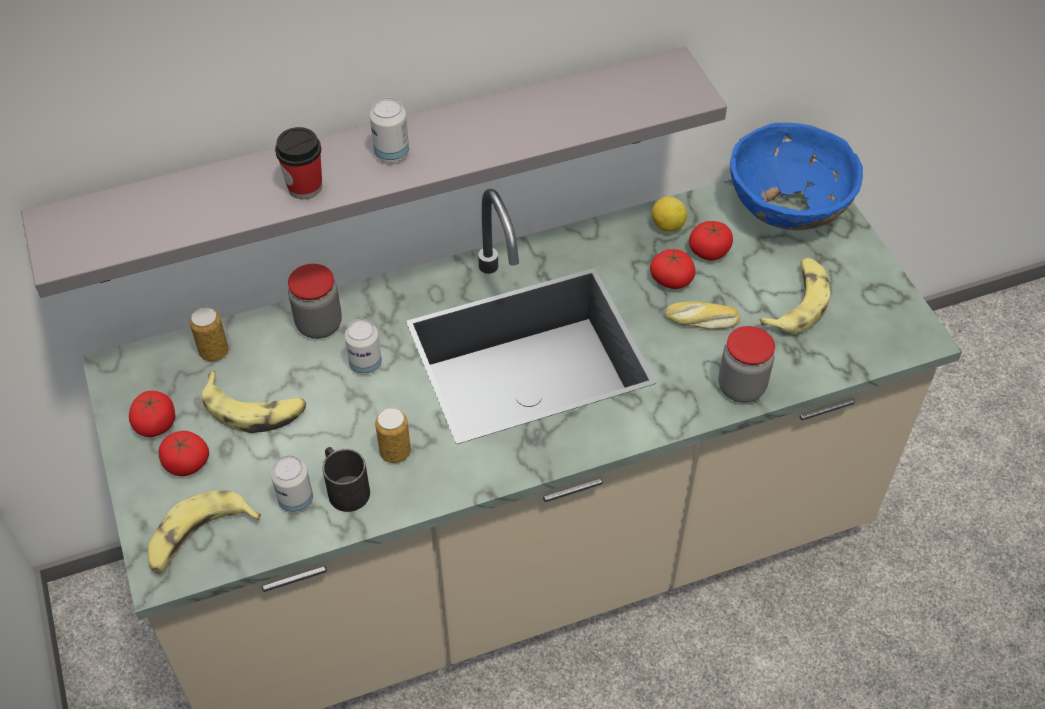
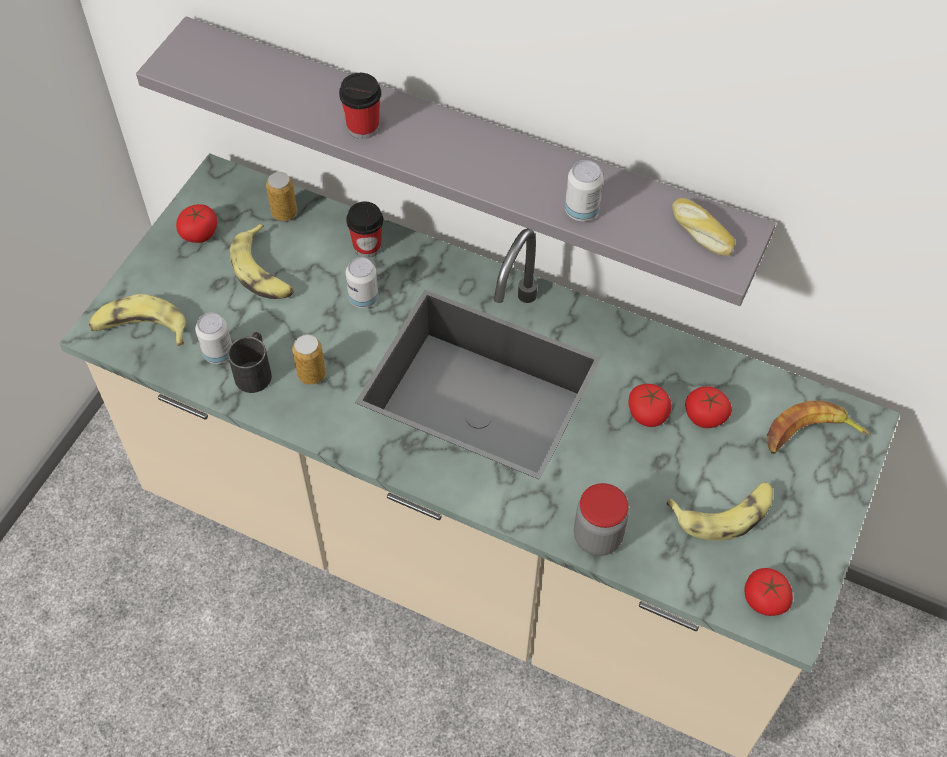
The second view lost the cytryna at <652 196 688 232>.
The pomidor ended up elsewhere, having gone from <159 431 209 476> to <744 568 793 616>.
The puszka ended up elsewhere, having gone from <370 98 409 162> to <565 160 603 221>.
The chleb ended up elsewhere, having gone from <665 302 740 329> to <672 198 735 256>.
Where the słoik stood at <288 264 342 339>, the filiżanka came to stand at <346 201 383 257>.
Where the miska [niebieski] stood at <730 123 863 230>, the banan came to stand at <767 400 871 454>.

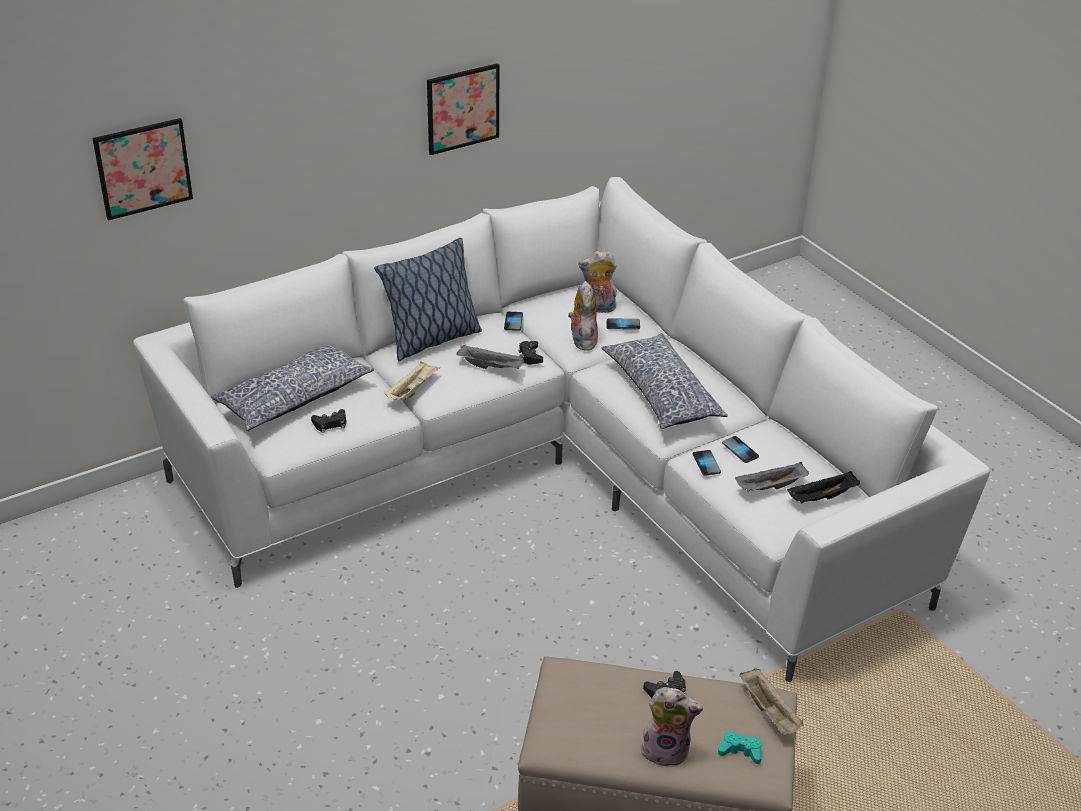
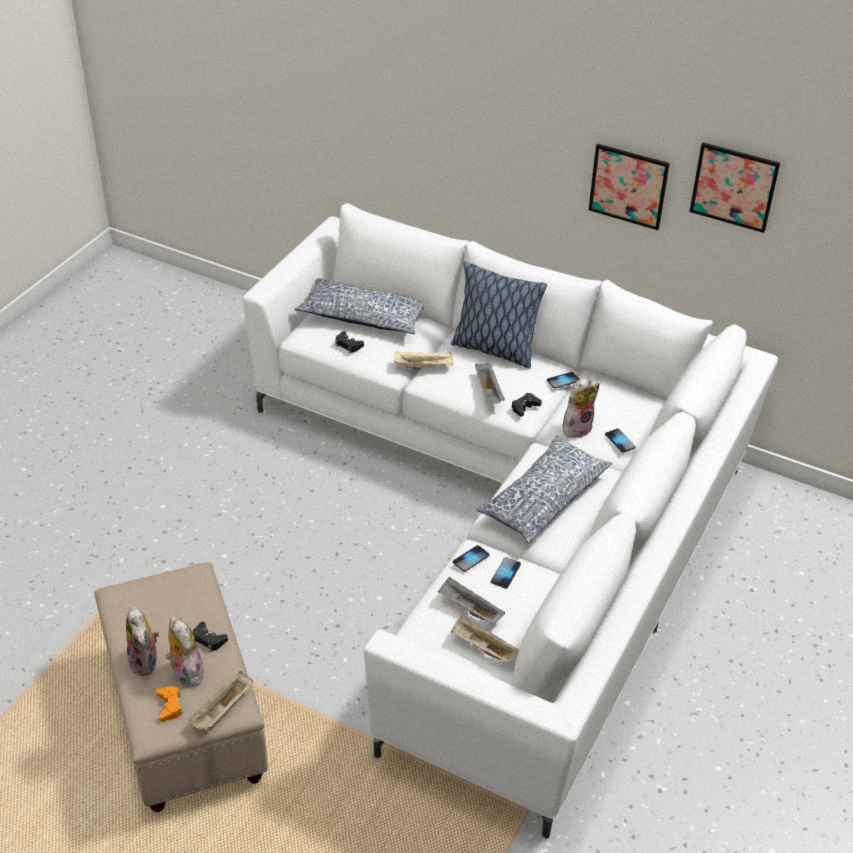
The obraz ended up elsewhere, having gone from <93 118 193 221> to <689 143 780 233>.
The pluszak ended up elsewhere, having gone from <578 251 617 315> to <166 616 204 687>.
What was the pad do gier [turkusowy] at <718 731 762 764> turned into the pad do gier [pomarańczowy] at <156 686 183 721>.
What was the taca [czarny] at <787 471 860 504> turned into the taca [beżowy] at <451 615 519 663>.

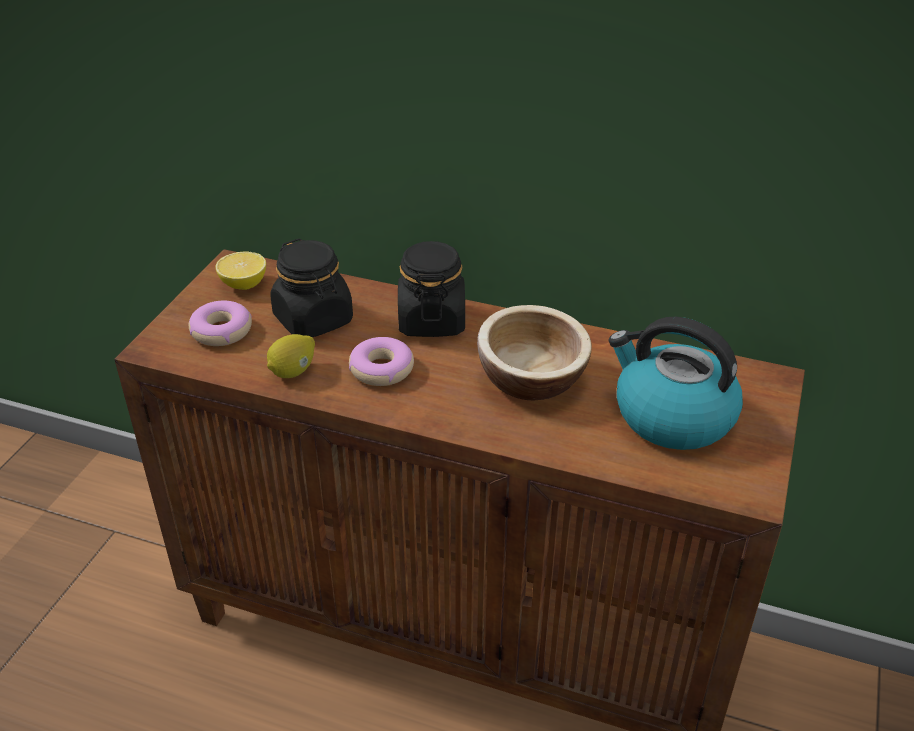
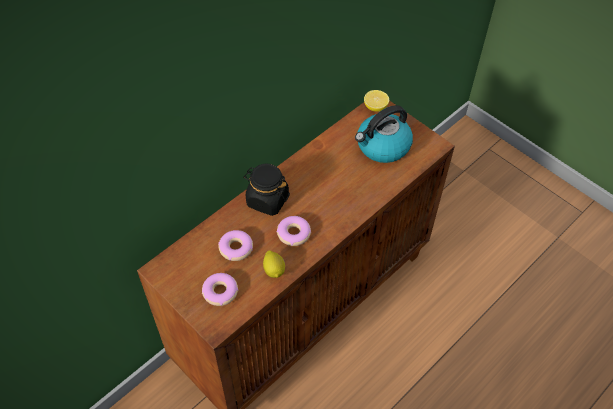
The second view lost the miska at <477 305 592 400>.
The cytryna ended up elsewhere, having gone from <216 251 266 290> to <364 90 389 112>.
Where the słoik [czarny] stood at <270 239 353 337>, the donut came to stand at <218 230 253 261>.

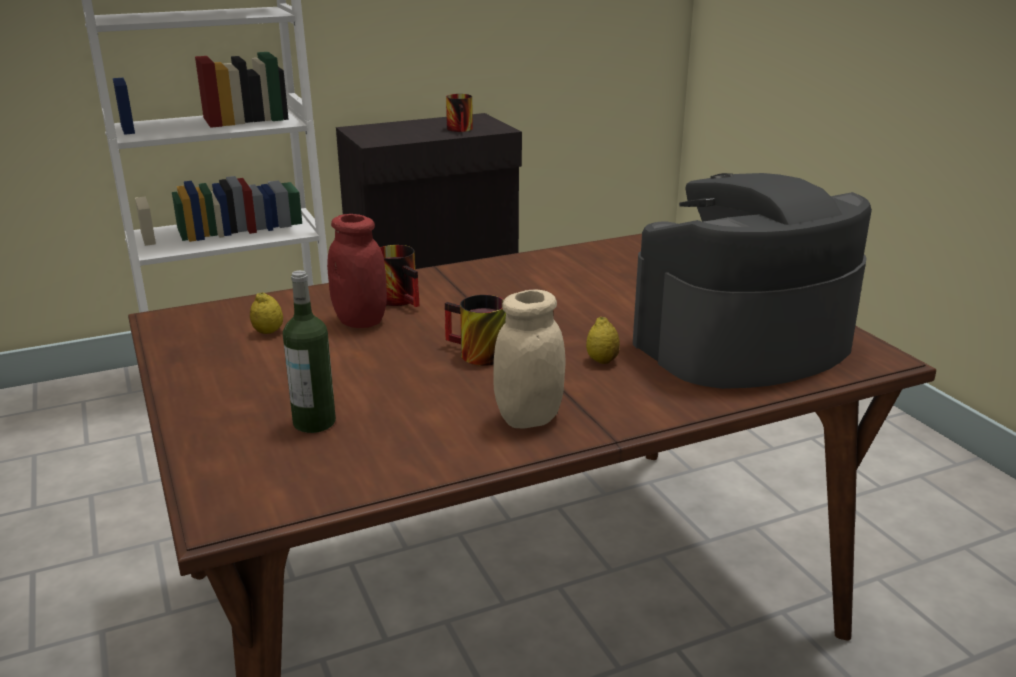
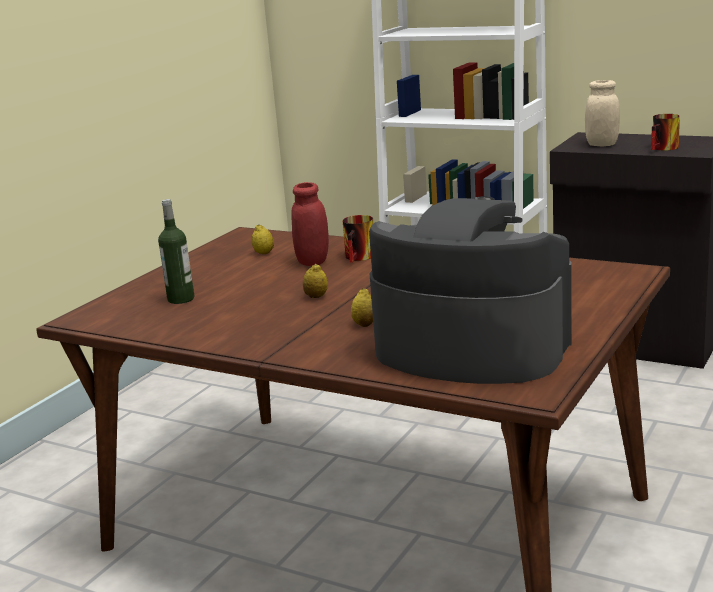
The słoik [beżowy] ended up elsewhere, having gone from <493 290 566 429> to <585 80 620 146>.
Where the kubek stood at <445 295 506 366>, the cytryna came to stand at <303 264 328 298>.

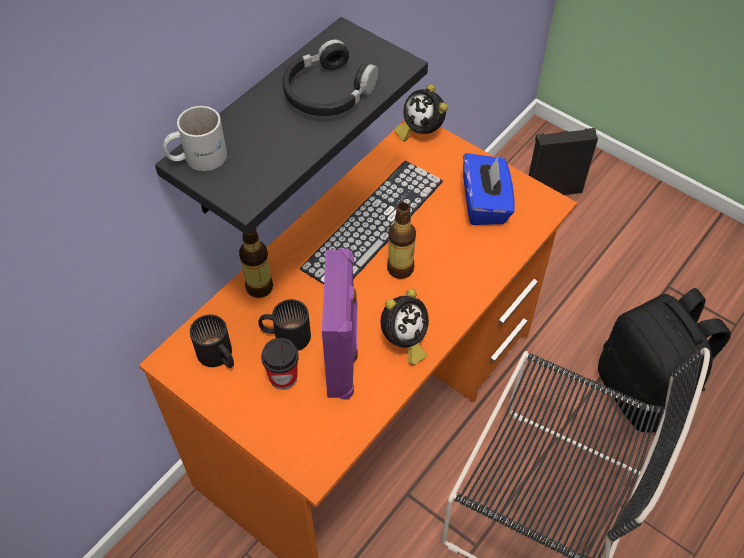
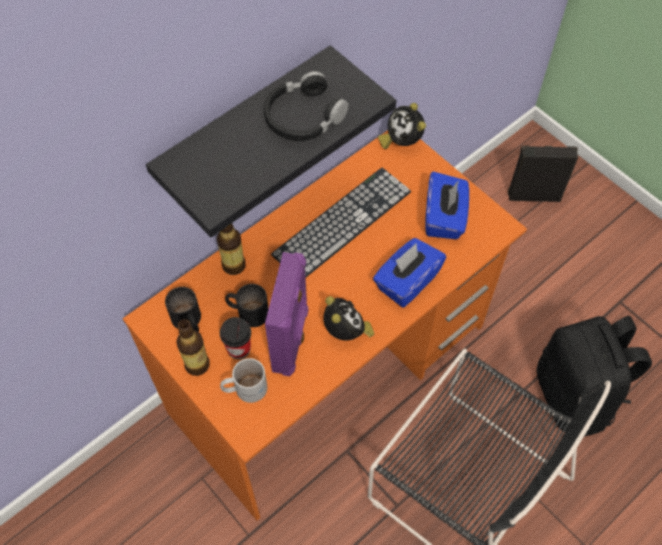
The second view gained the pudełko chusteczek [niebieski] at <373 238 446 308>.
The kubek [biały] ended up elsewhere, having gone from <163 106 227 171> to <220 358 267 403>.
The butelka ended up elsewhere, having gone from <387 202 416 279> to <176 319 210 376>.
The budzik at <381 289 429 365> ended up facing another way, 75 degrees counterclockwise from before.

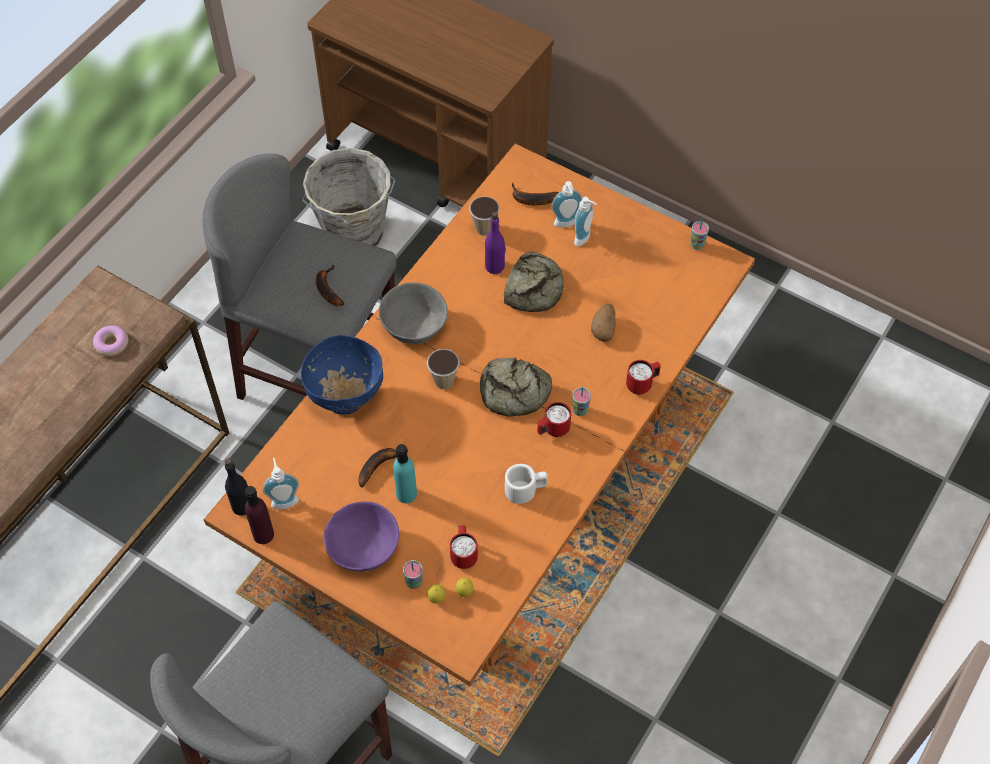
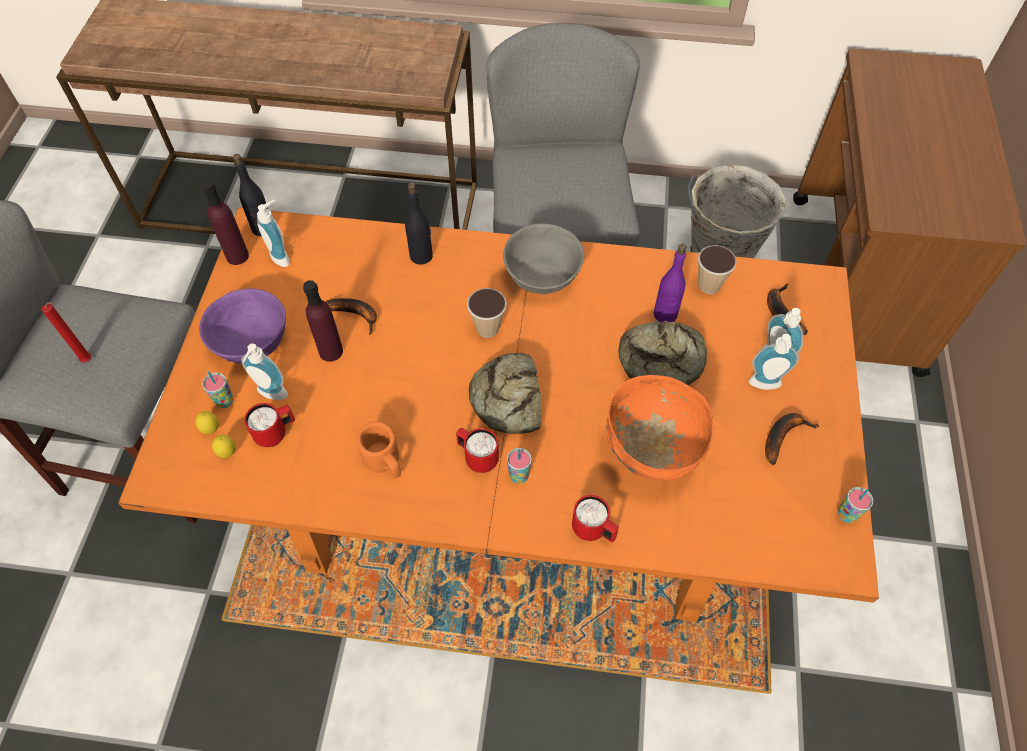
The second view lost the donut at <93 325 128 356>.
The second view gained the świeca [czerwony] at <41 302 91 362>.
The second view gained the dozownik mydła at <241 343 288 400>.
The banan ended up elsewhere, having gone from <316 265 344 306> to <765 413 819 465>.
Where the miska [niebieski] stood at <300 335 383 415>, the butelka [czarny] came to stand at <405 183 433 265>.
Where the ziemniak stood at <591 304 616 342>, the miska [pomarańczowy] came to stand at <606 375 714 481>.
What was the butelka [turkusowy] at <393 444 417 503> turned into the butelka [fioletowy] at <303 280 343 362>.
What was the kubek [biały] at <505 464 548 504> turned into the kubek [pomarańczowy] at <356 422 401 478>.

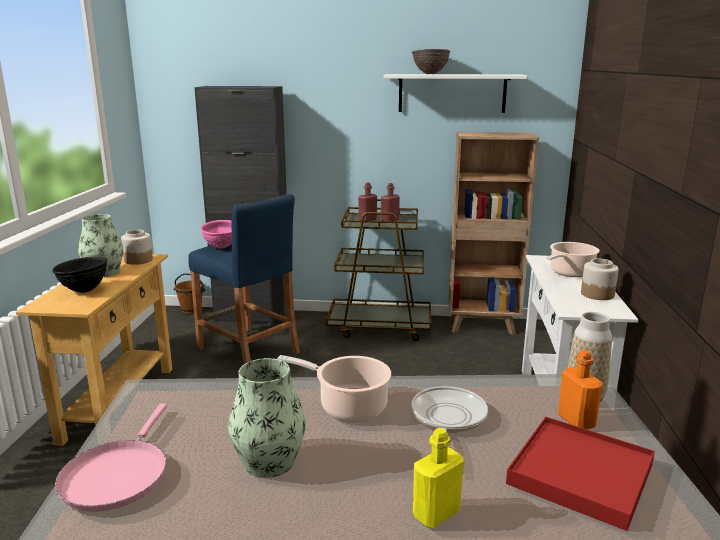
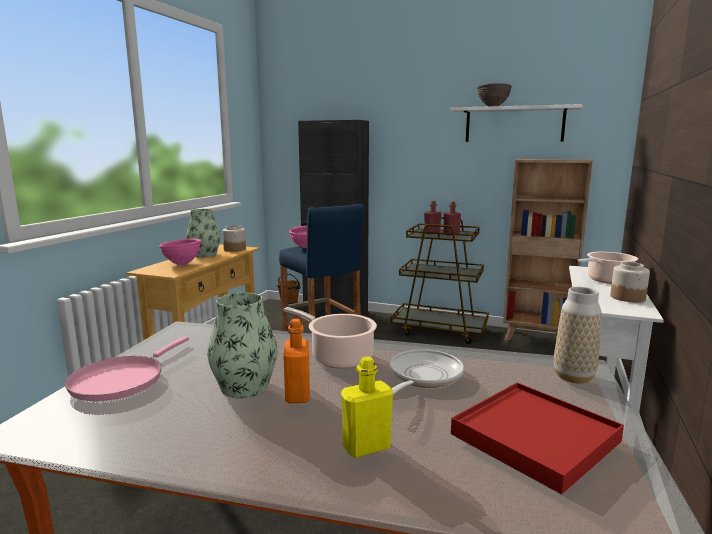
The butelka [pomarańczowy] ended up elsewhere, having gone from <558 350 603 429> to <283 319 310 403>.
What was the miska [czarny] at <52 257 107 293> turned into the miska [różowy] at <159 239 201 265>.

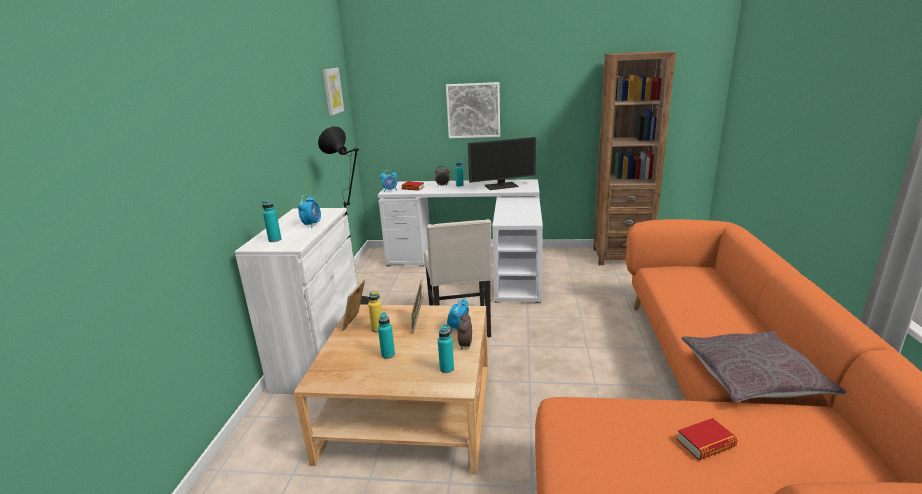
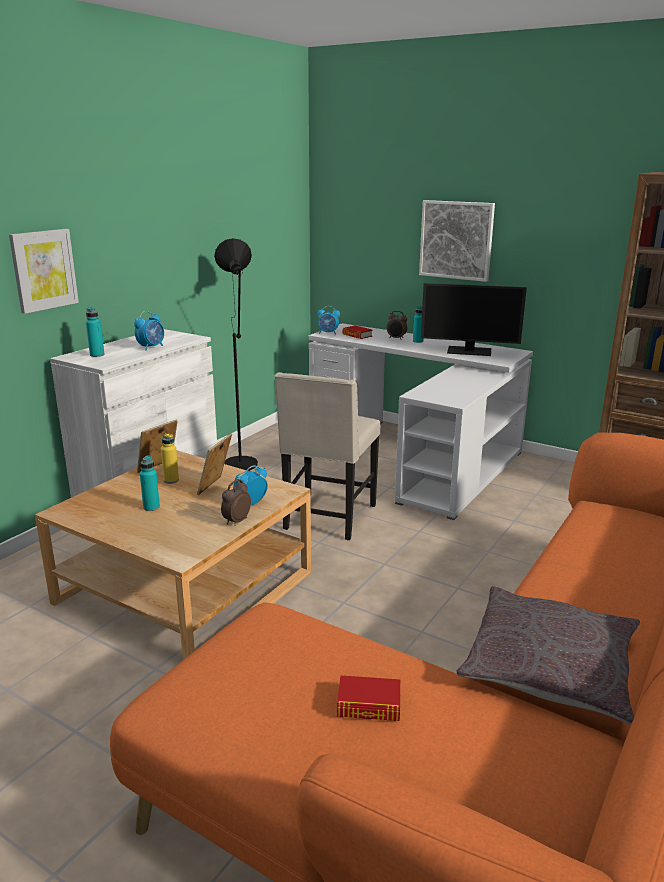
The second view lost the butelka [turkusowy] at <438 325 454 373>.
The obraz ended up elsewhere, having gone from <323 68 344 116> to <9 229 79 314>.

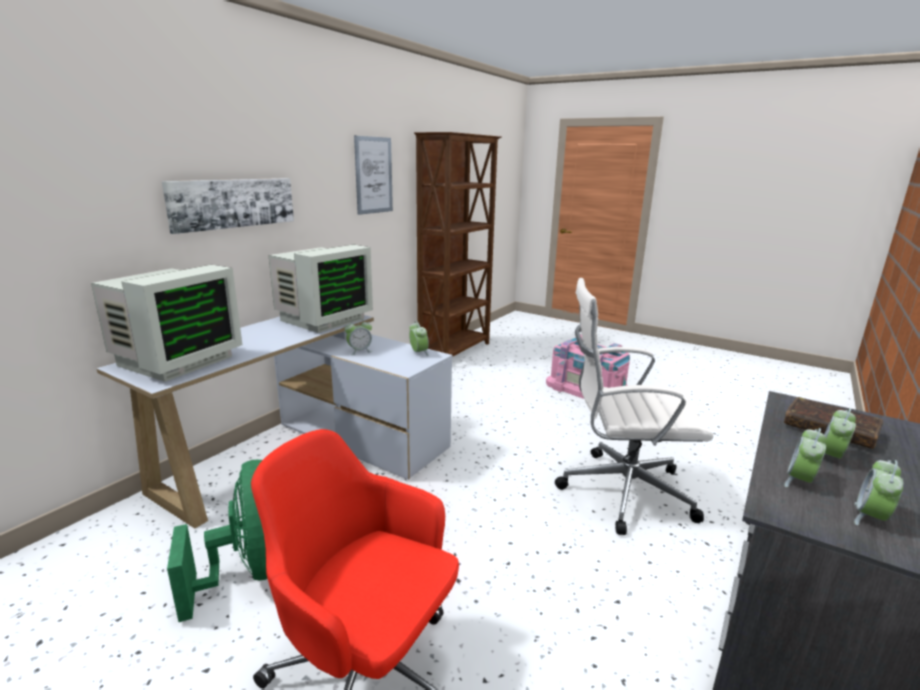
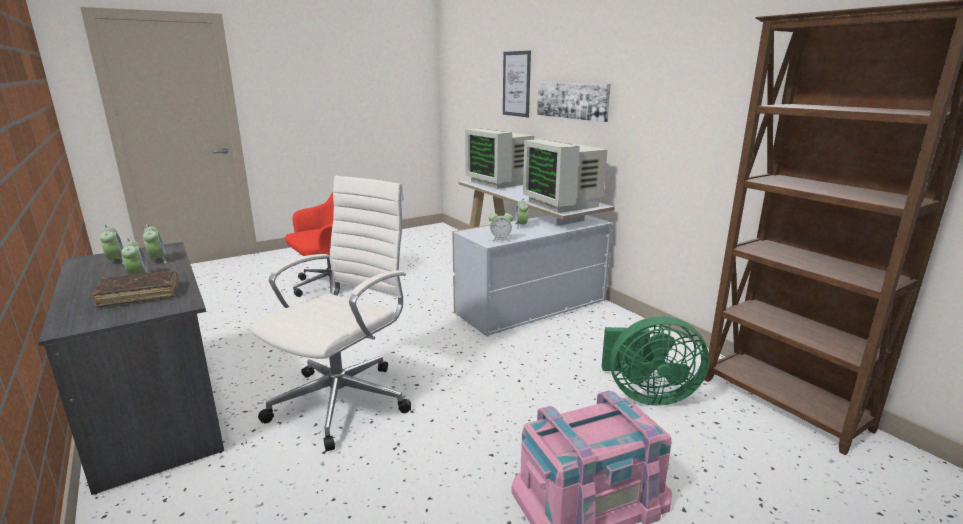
The wentylator [zielony] ended up elsewhere, having gone from <167 460 267 622> to <602 316 709 406>.
The obraz ended up elsewhere, having gone from <354 136 393 215> to <503 51 531 117>.

